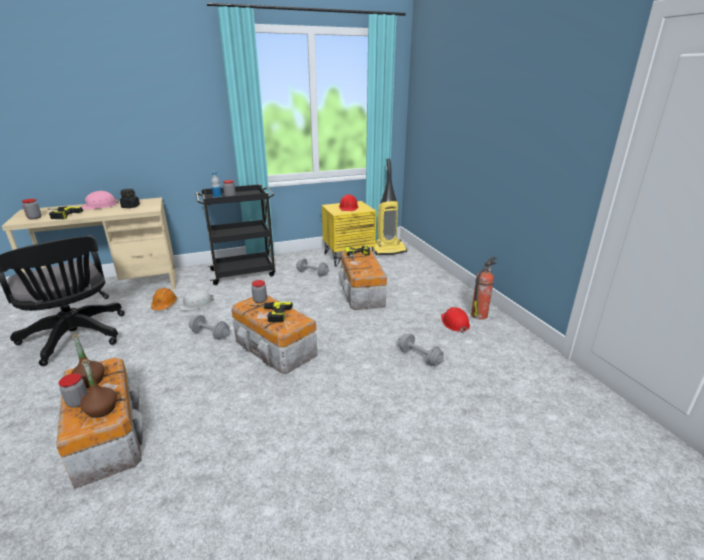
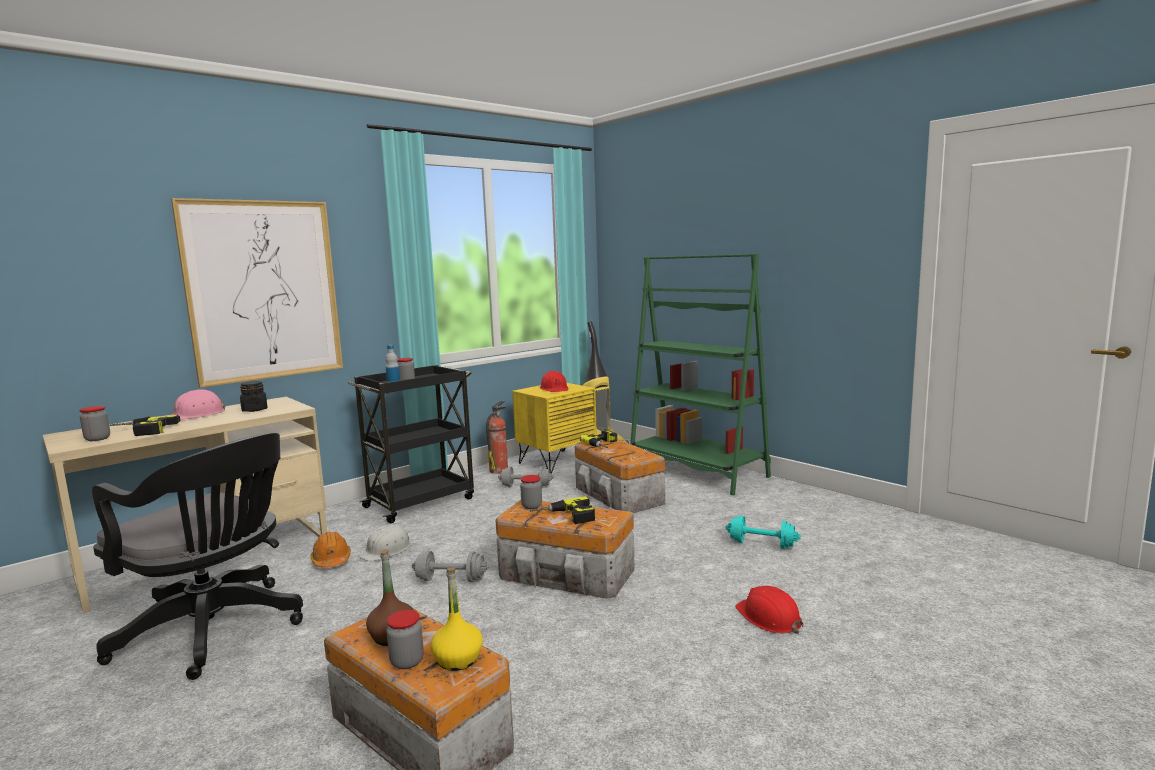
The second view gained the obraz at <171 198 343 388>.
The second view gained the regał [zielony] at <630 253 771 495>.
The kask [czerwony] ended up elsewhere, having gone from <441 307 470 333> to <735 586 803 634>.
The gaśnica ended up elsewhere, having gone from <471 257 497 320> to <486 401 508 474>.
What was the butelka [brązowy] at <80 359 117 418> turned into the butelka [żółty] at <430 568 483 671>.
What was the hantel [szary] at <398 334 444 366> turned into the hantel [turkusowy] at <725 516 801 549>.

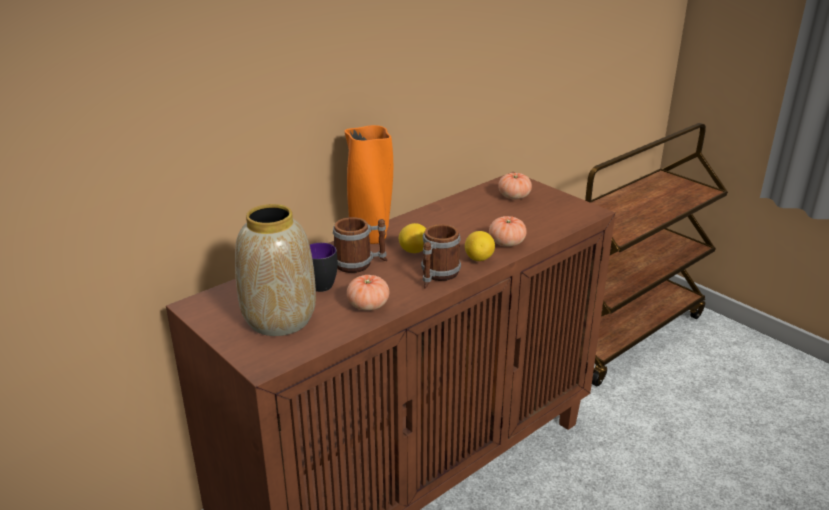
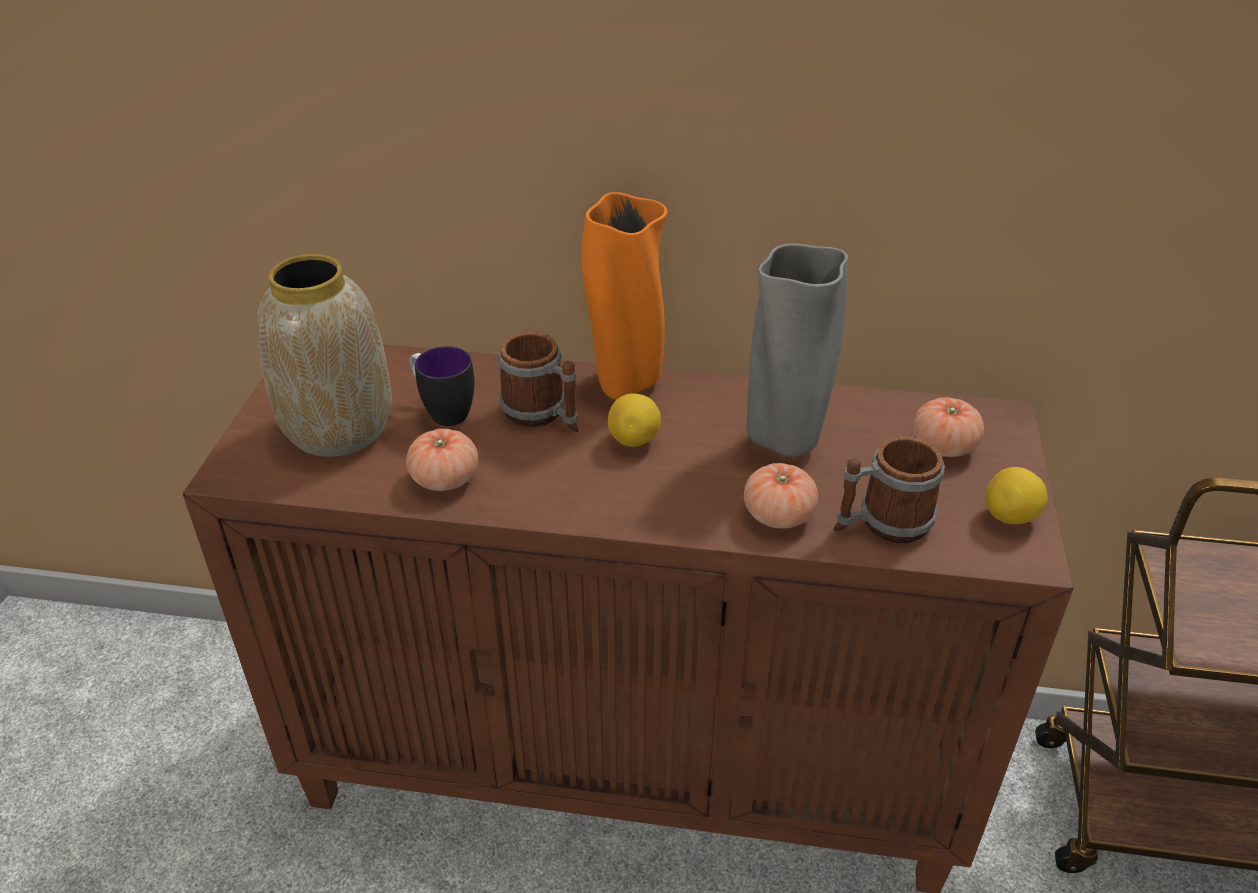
The second view gained the wazon [szary] at <746 243 848 457>.
The kubek ended up elsewhere, having gone from <421 224 461 288> to <833 436 945 543>.
The cytryna ended up elsewhere, having gone from <465 231 495 261> to <985 467 1048 524>.

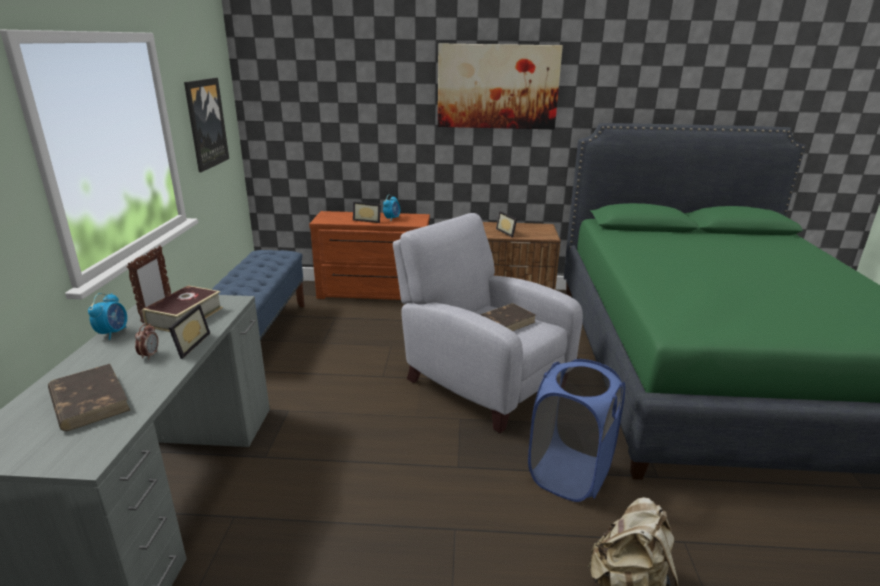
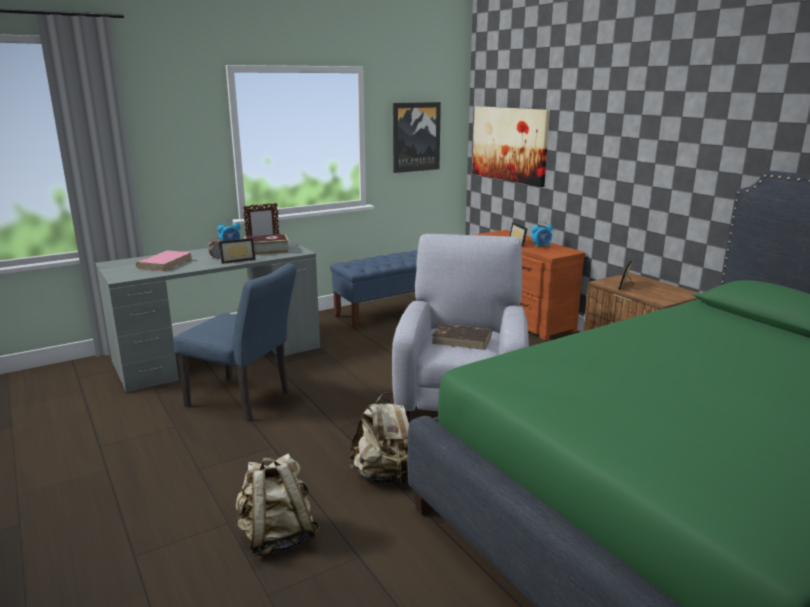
The second view gained the krzesło [niebieski] at <173 263 297 421>.
The obraz ended up elsewhere, having gone from <438 43 563 129> to <472 106 550 187>.
Where the kosz na pranie [niebieski] stood at <528 359 625 502>, the plecak [beżowy] came to stand at <348 392 409 484>.
What was the książka [brązowy] at <48 364 130 431> turned into the książka [różowy] at <136 250 192 272>.

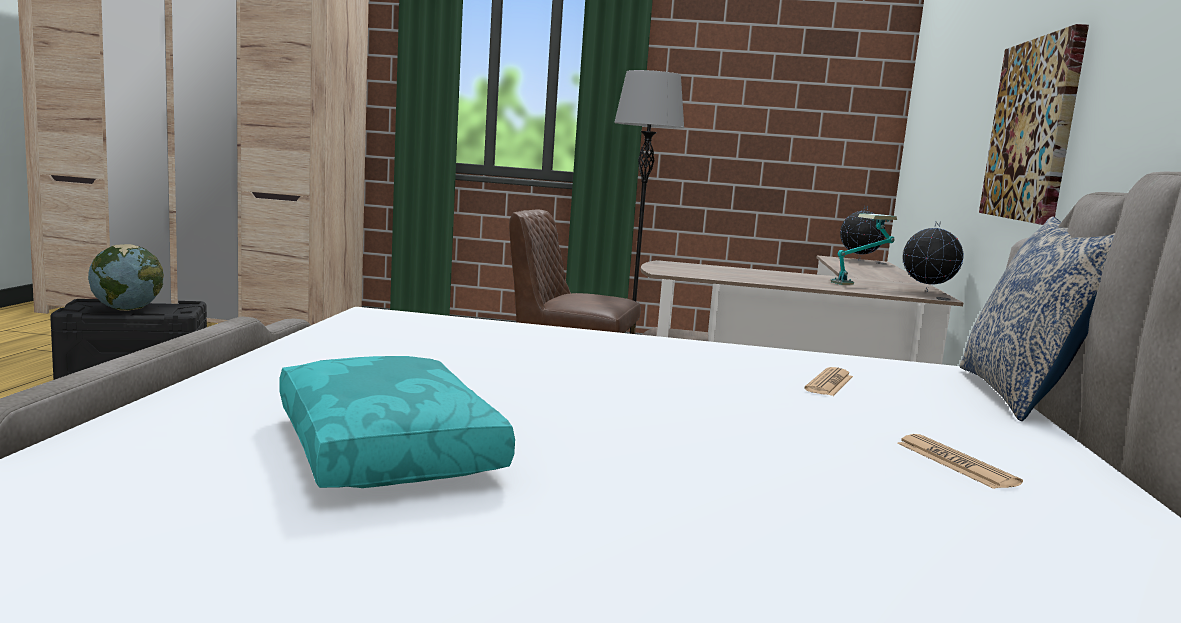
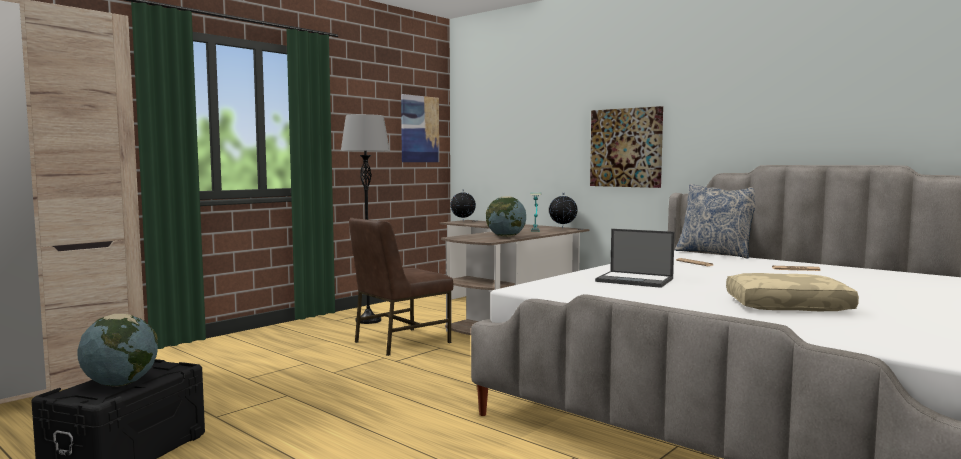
The second view gained the obraz at <401 94 439 162>.
The second view gained the globus at <486 196 526 237>.
The second view gained the laptop at <595 229 675 288>.
What was the poduszka [turkusowy] at <279 356 515 488> turned into the poduszka [beżowy] at <726 273 859 311>.

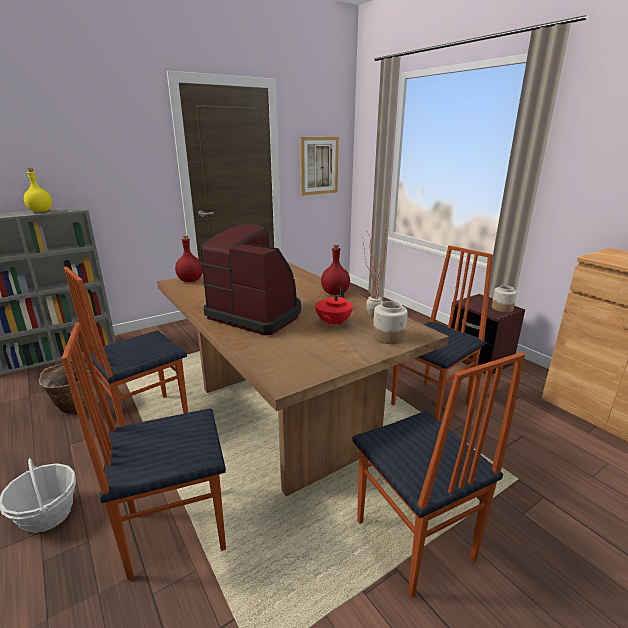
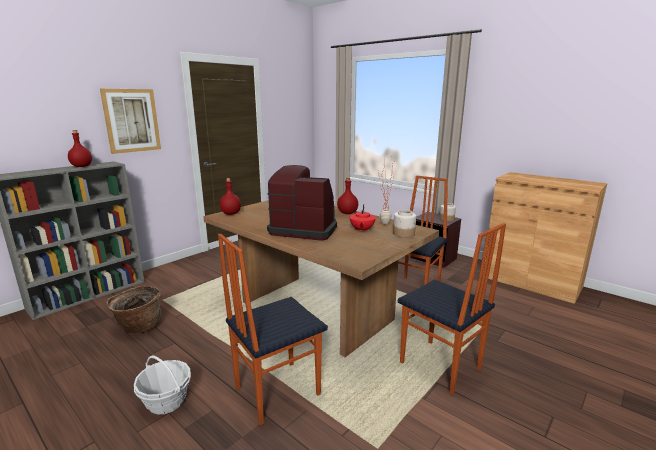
The second view lost the krzesło at <64 266 188 426>.
The obraz ended up elsewhere, having gone from <300 137 339 196> to <100 89 161 154>.
What was the butelka [żółty] at <24 168 52 212> turned into the butelka [czerwony] at <68 130 92 167>.

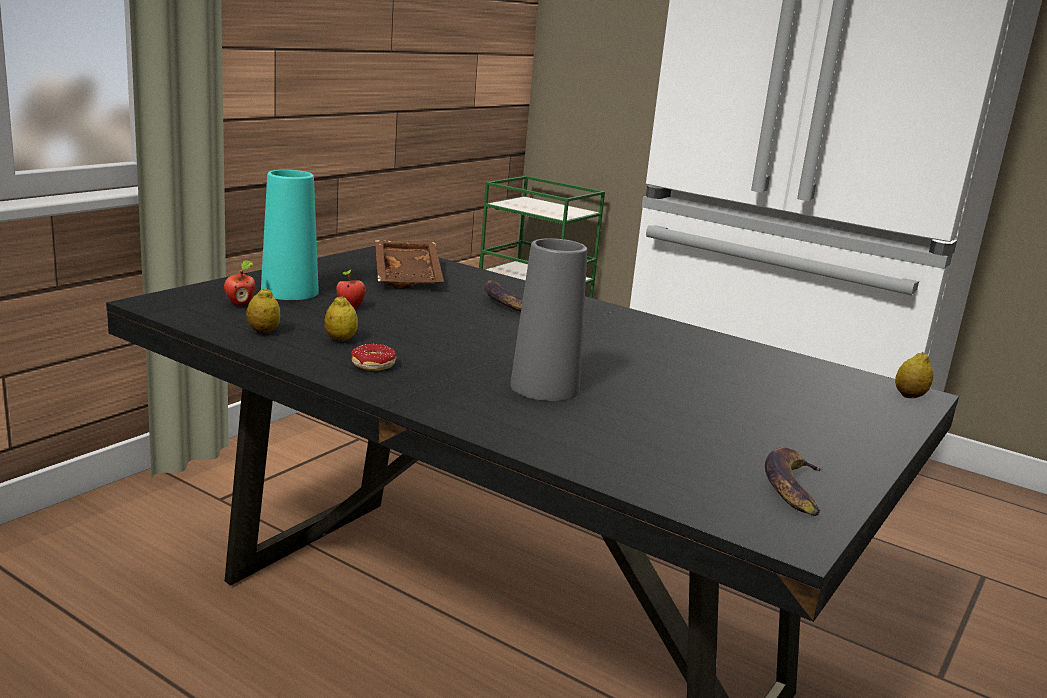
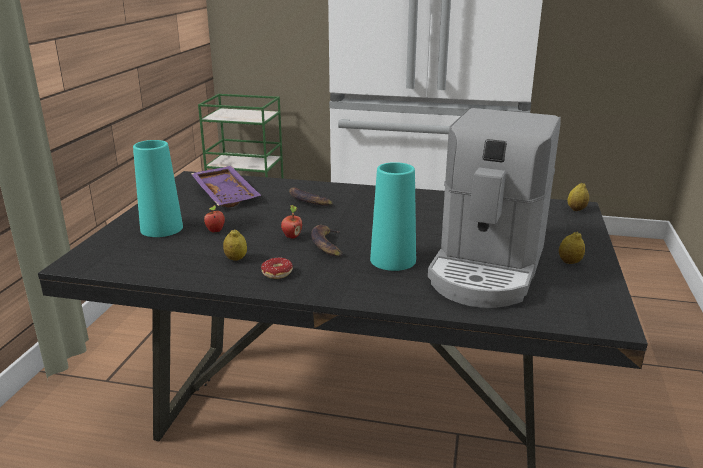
The second view gained the ekspres do kawy at <428 108 561 308>.
The jabłko ended up elsewhere, having gone from <224 260 255 306> to <281 205 303 239>.
The cytryna ended up elsewhere, having gone from <246 288 280 333> to <559 232 585 264>.
The banan ended up elsewhere, having gone from <765 447 823 516> to <311 225 343 256>.
What was the taca [brązowy] at <375 240 444 289> turned into the taca [fioletowy] at <191 166 261 208>.
What was the wazon [szary] at <510 238 587 401> turned into the wazon [turkusowy] at <370 162 416 271>.

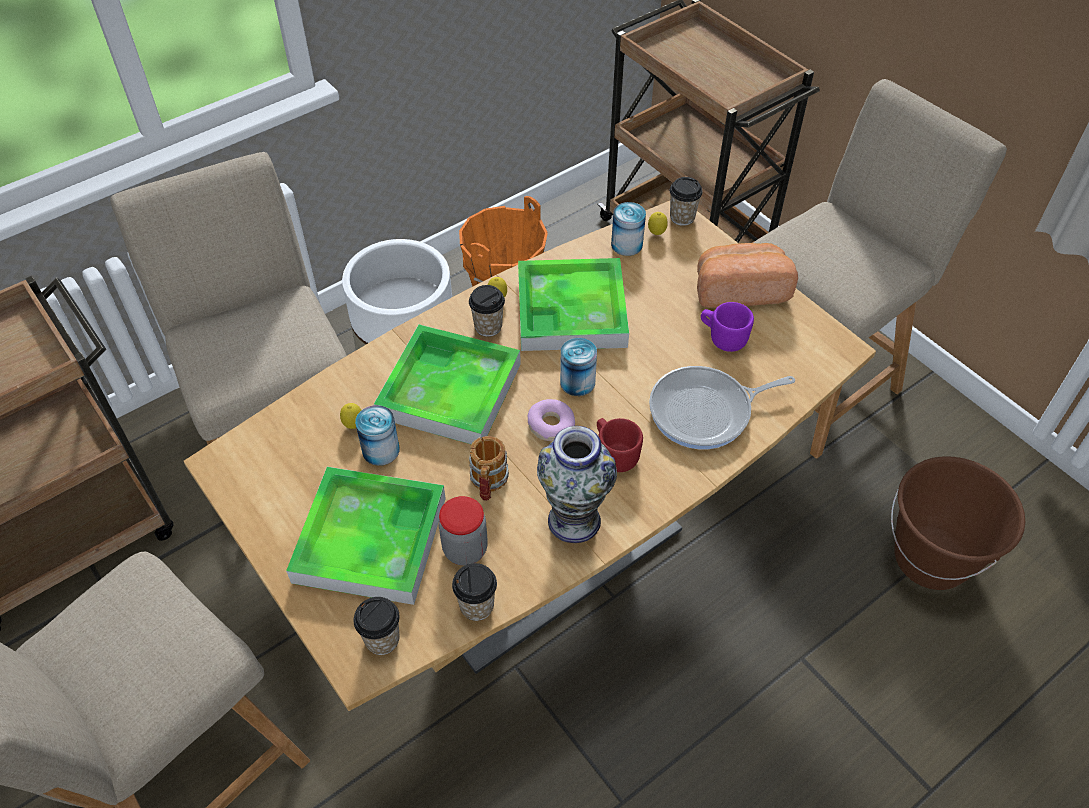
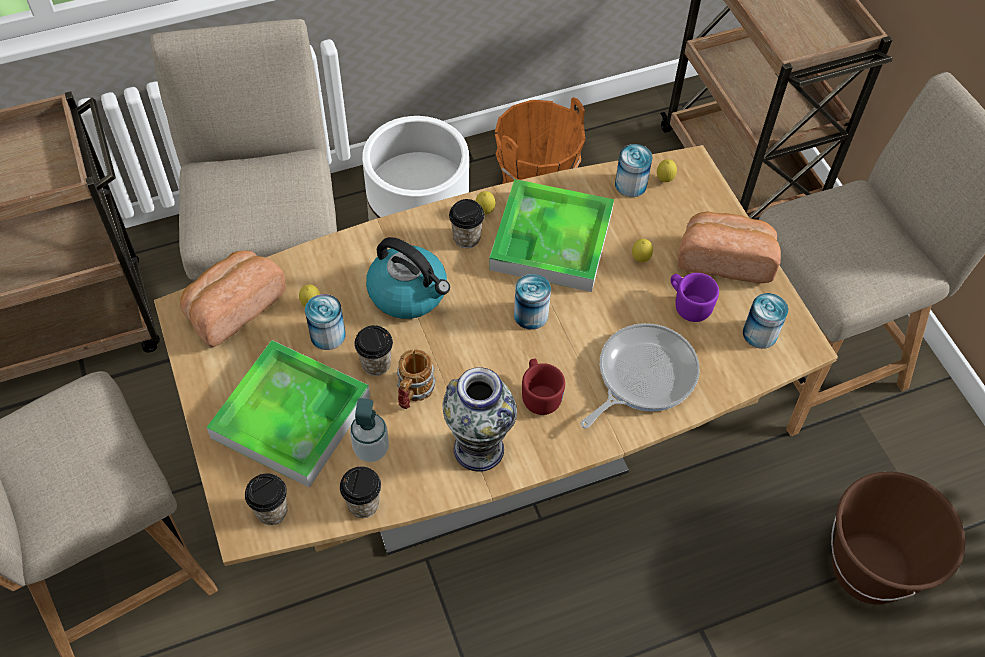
The second view lost the donut at <527 399 575 441>.
The second view gained the chleb at <180 250 286 347>.
The second view gained the cytryna at <632 239 653 262>.
The second view gained the puszka at <743 293 788 349>.
The filiżanka ended up elsewhere, having gone from <669 177 702 226> to <354 325 393 376>.
Where the taca stood at <374 324 521 444>, the czajnik came to stand at <366 237 450 319>.
Where the słoik stood at <439 496 488 566>, the dozownik mydła came to stand at <350 398 389 462>.
The patelnia at <649 366 795 449> ended up facing another way, 135 degrees clockwise from before.

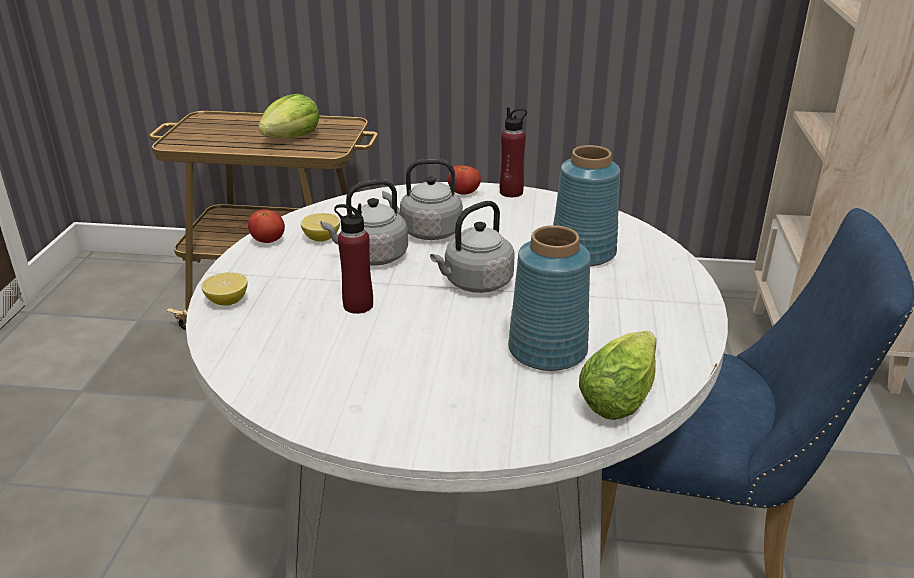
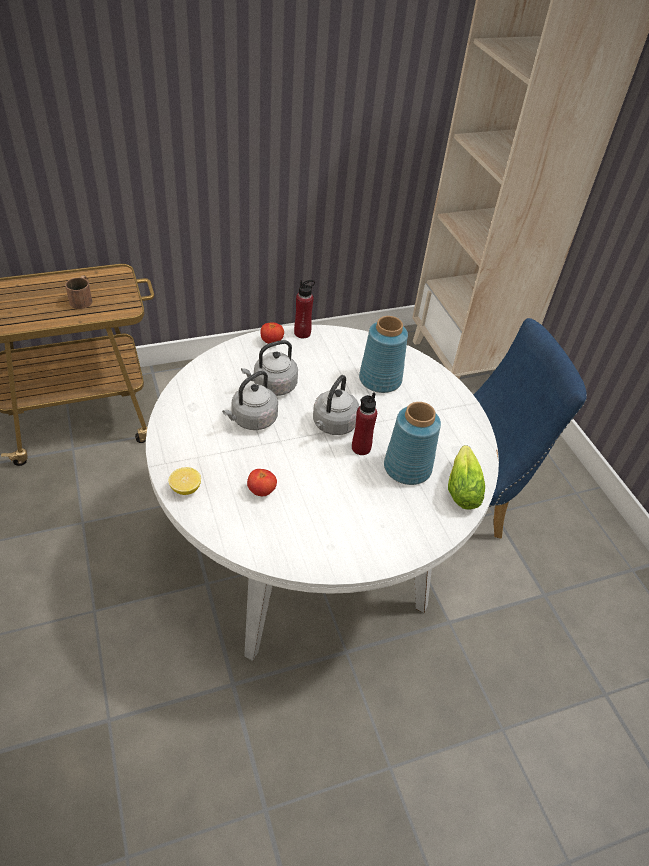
The second view lost the cytryna at <301 213 340 242>.
The pomidor ended up elsewhere, having gone from <248 209 285 243> to <247 469 277 496>.
The butelka [czerwony] ended up elsewhere, having gone from <334 204 373 314> to <352 392 377 455>.
Where the sałata stood at <258 94 319 138>, the kubek [brązowy] came to stand at <65 275 92 309>.

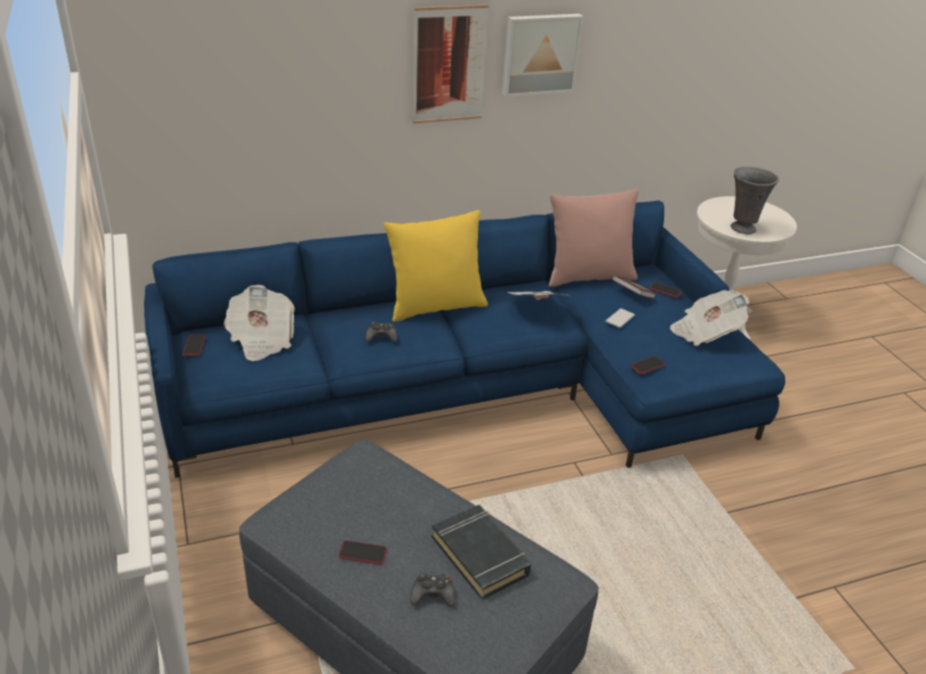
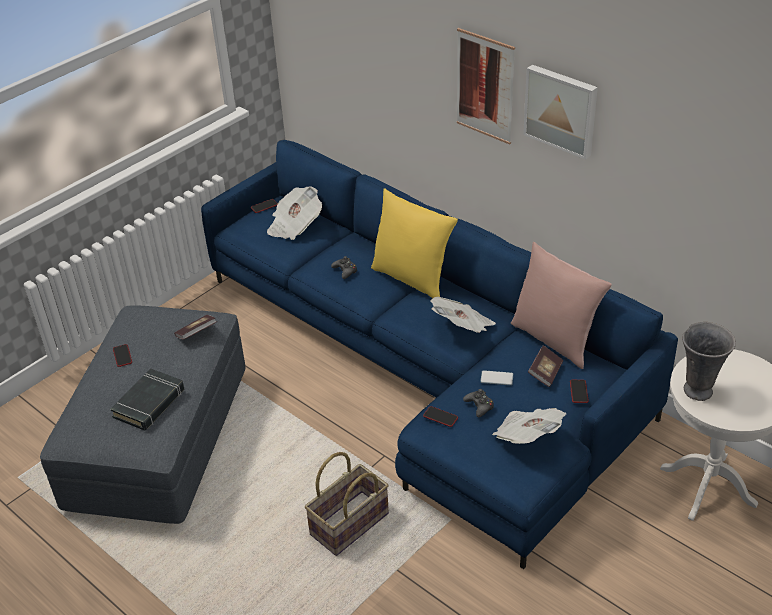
The second view gained the książka at <174 315 217 340>.
The second view gained the koszyk at <305 452 389 556>.
The pad do gier [czarny] ended up elsewhere, having gone from <410 573 455 607> to <463 389 494 417>.

